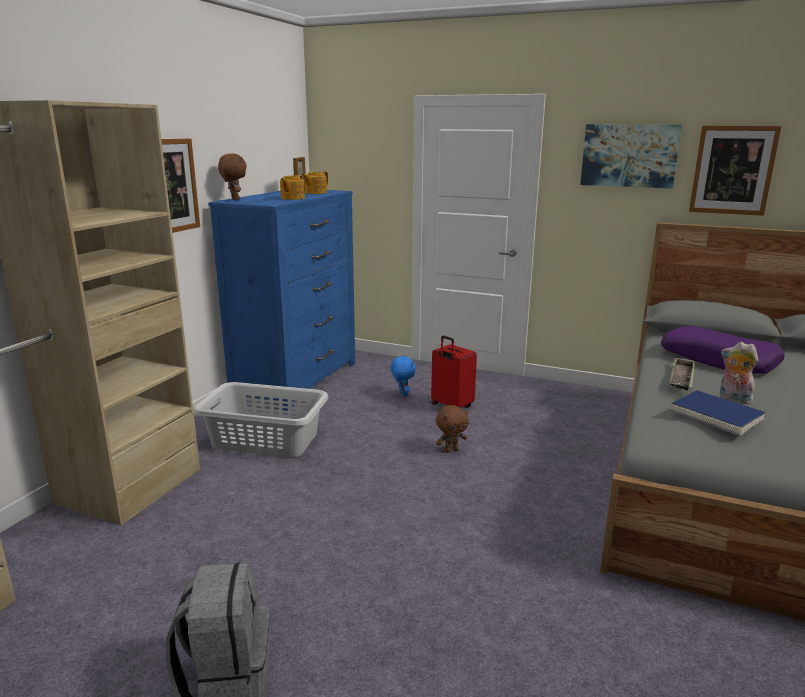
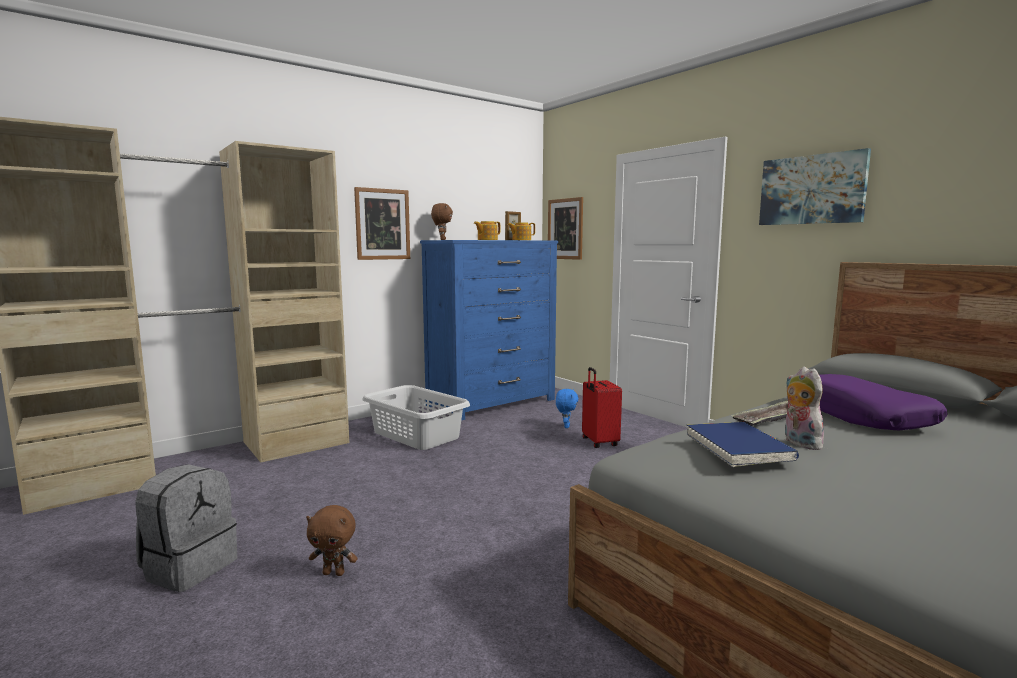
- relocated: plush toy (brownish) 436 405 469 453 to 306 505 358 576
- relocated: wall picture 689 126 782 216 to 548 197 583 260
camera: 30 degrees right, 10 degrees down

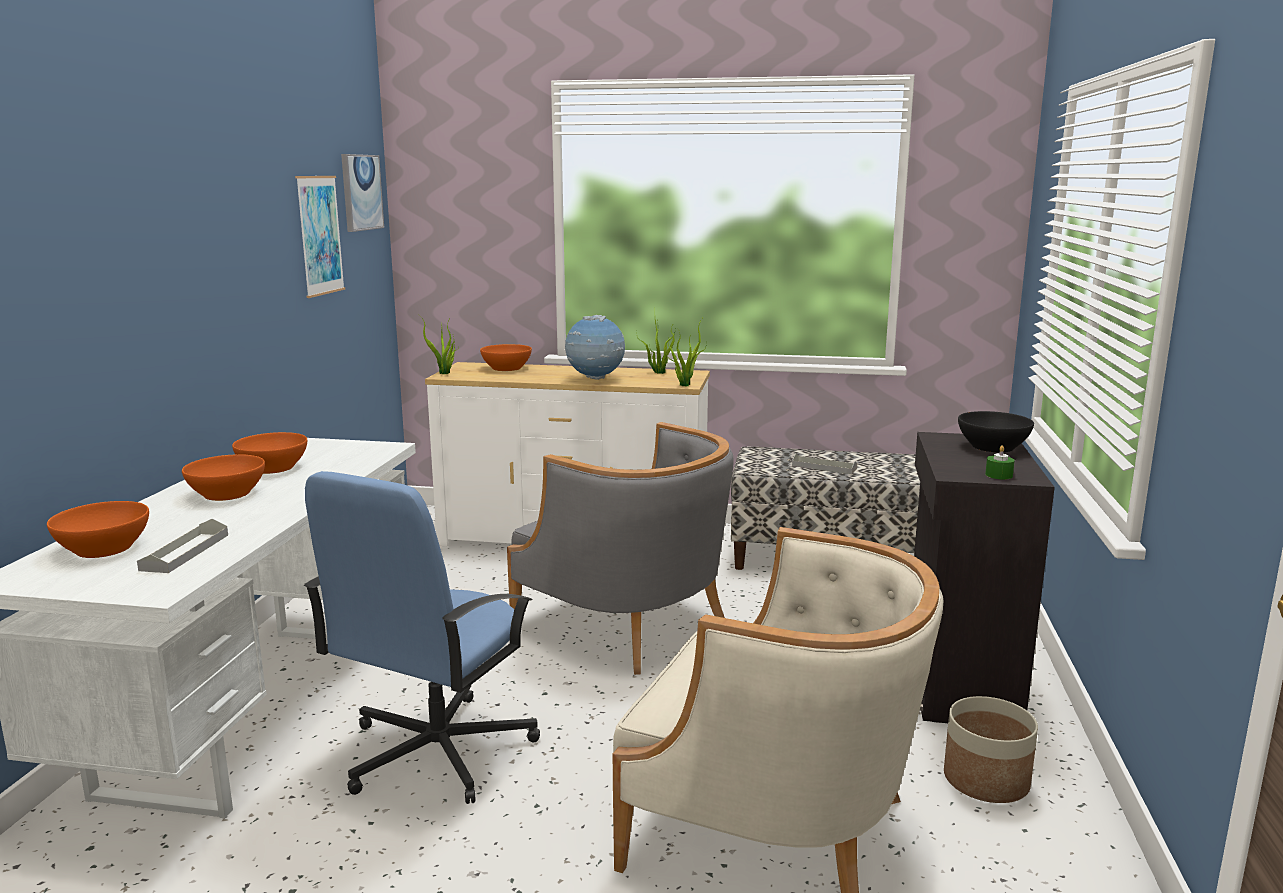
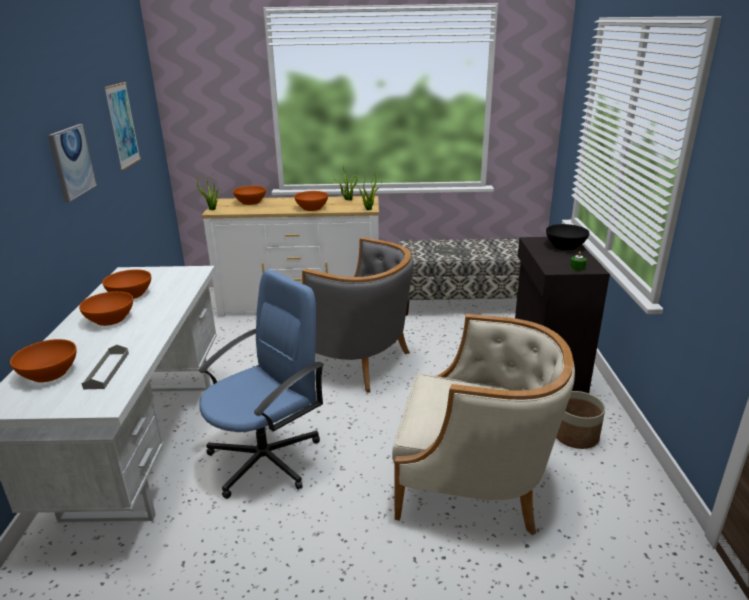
- relocated: wall picture 341 154 384 232 to 48 124 97 203
- spun: computer chair (bluish) 304 471 540 804 = 199 270 324 499 150 degrees counterclockwise
- exchanged: world globe 565 315 625 380 to deep dish (orange) 294 191 328 211
camera: 10 degrees left, 10 degrees up

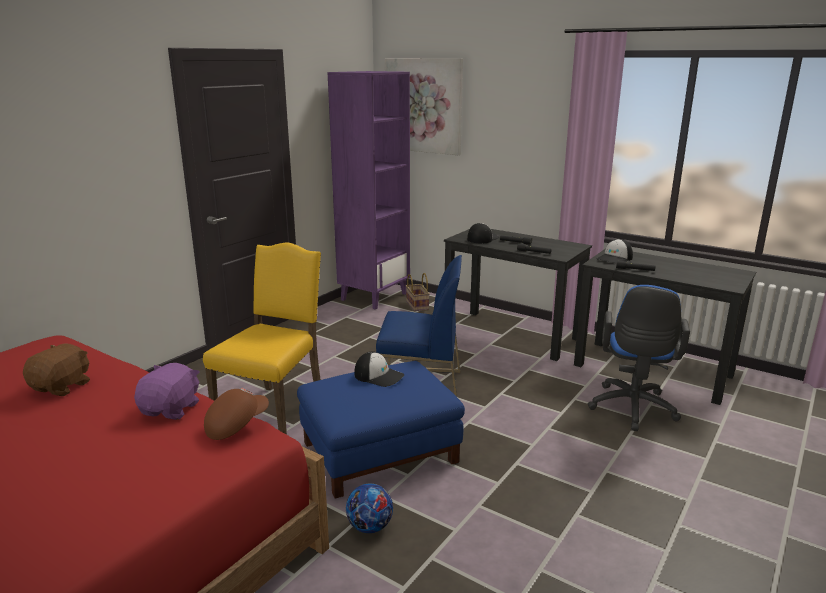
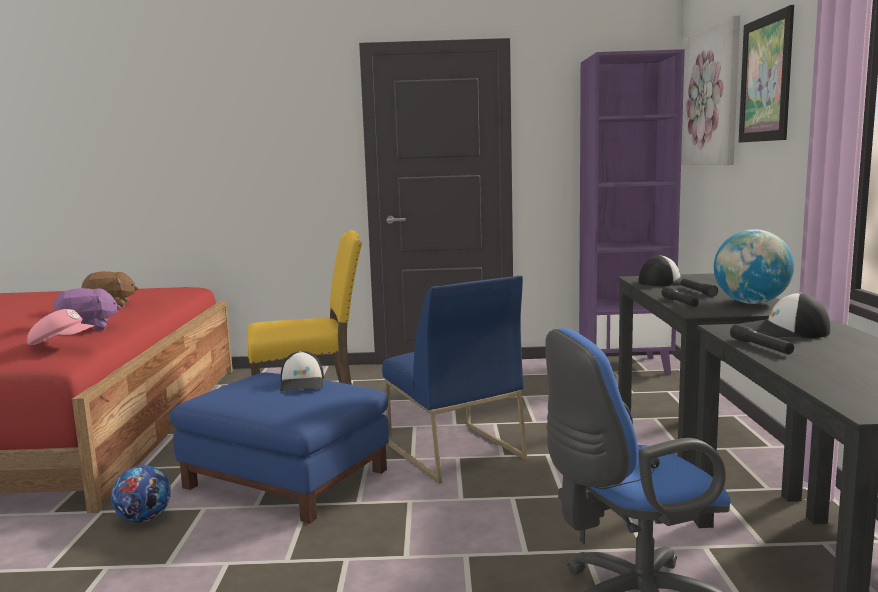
- colour: peaked cap (brownish) 204 388 269 440 to peaked cap (pink) 27 309 94 345
- appeared: world globe 714 229 794 304
- appeared: wall picture 739 5 794 143
- missing: household basket 406 273 430 311
camera: 55 degrees right, 10 degrees down

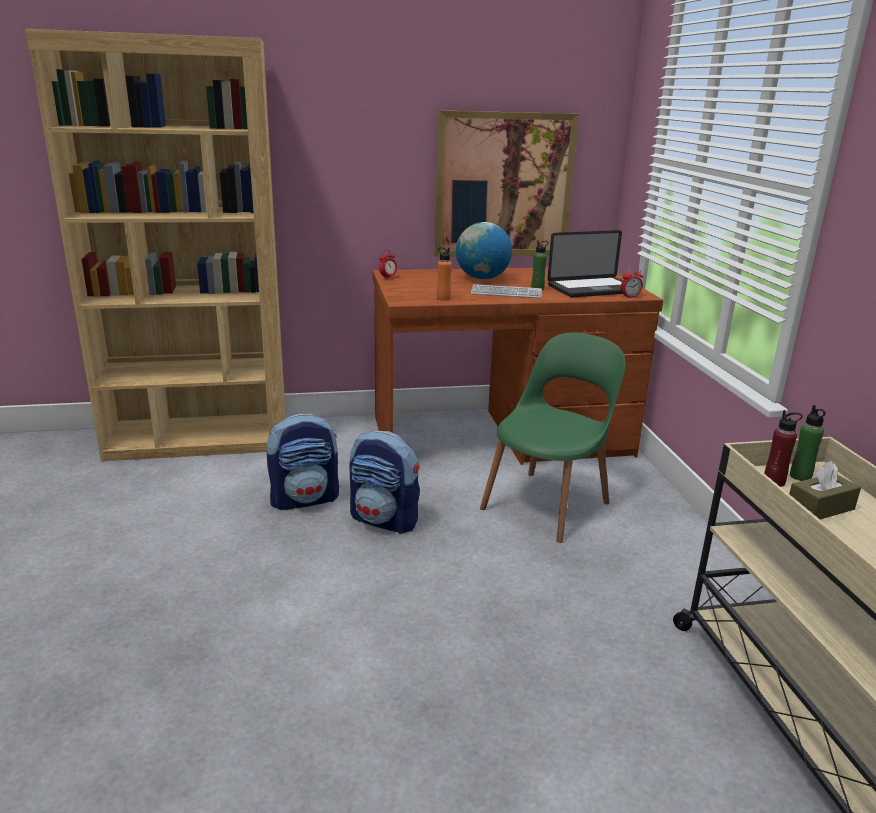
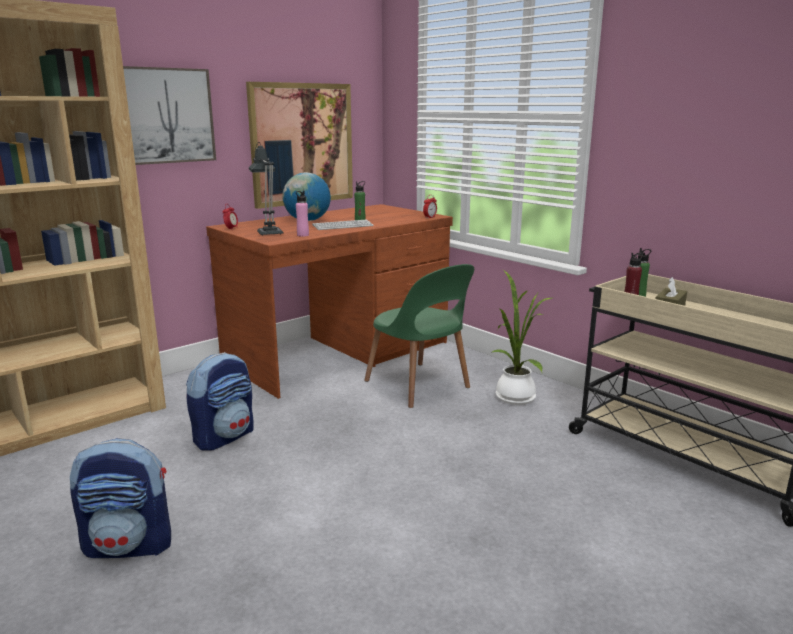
- relocated: knapsack 349 431 420 534 to 70 438 171 558
- appeared: wall picture 123 66 216 165
- appeared: lamp for a table 249 142 284 236
- colour: drink bottle (orange) 437 247 452 301 to drink bottle (pink) 296 191 309 237
- spun: upright chair (green) 480 332 625 543 = 364 264 474 408 135 degrees clockwise
- appeared: houseplant 491 270 552 405
- missing: portable computer 547 230 623 297
camera: 30 degrees left, 5 degrees down

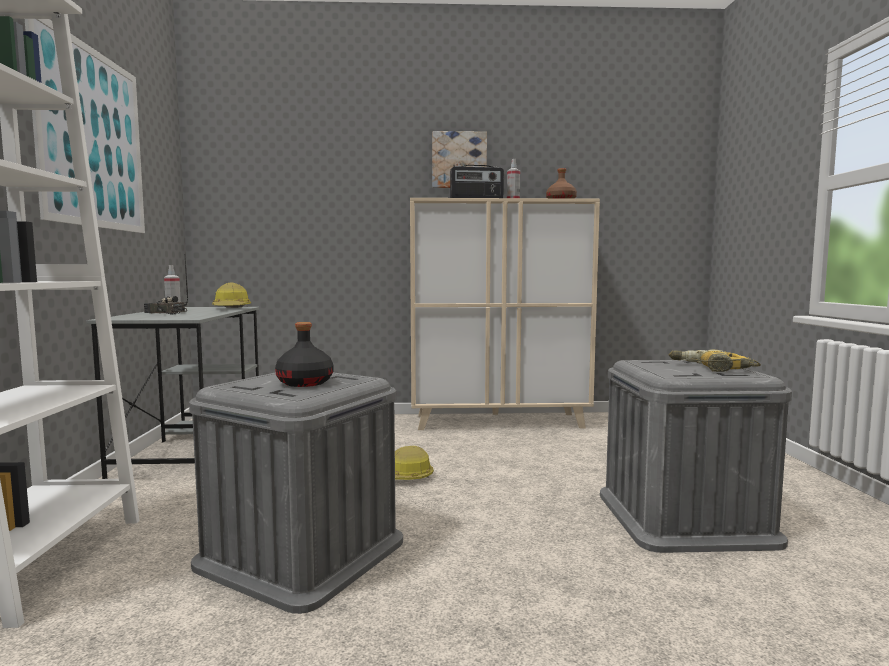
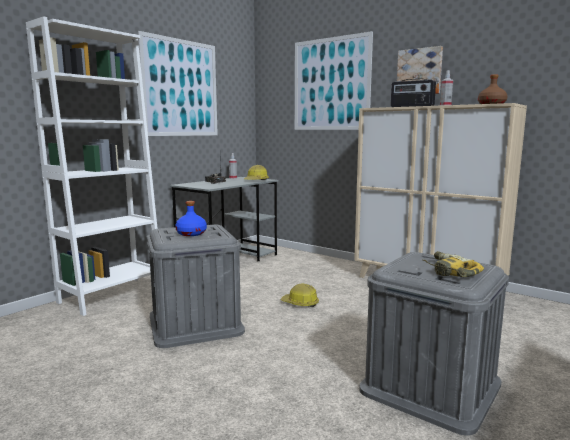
- colour: drink bottle (black) 275 322 334 387 to drink bottle (bluish) 175 201 207 236
- appeared: wall picture 295 31 373 130
camera: 40 degrees right, 5 degrees up

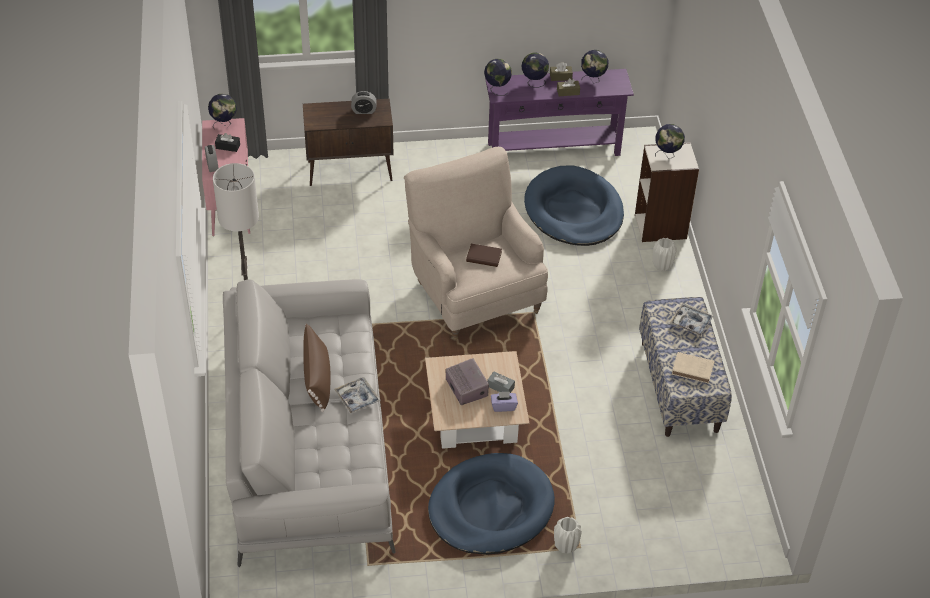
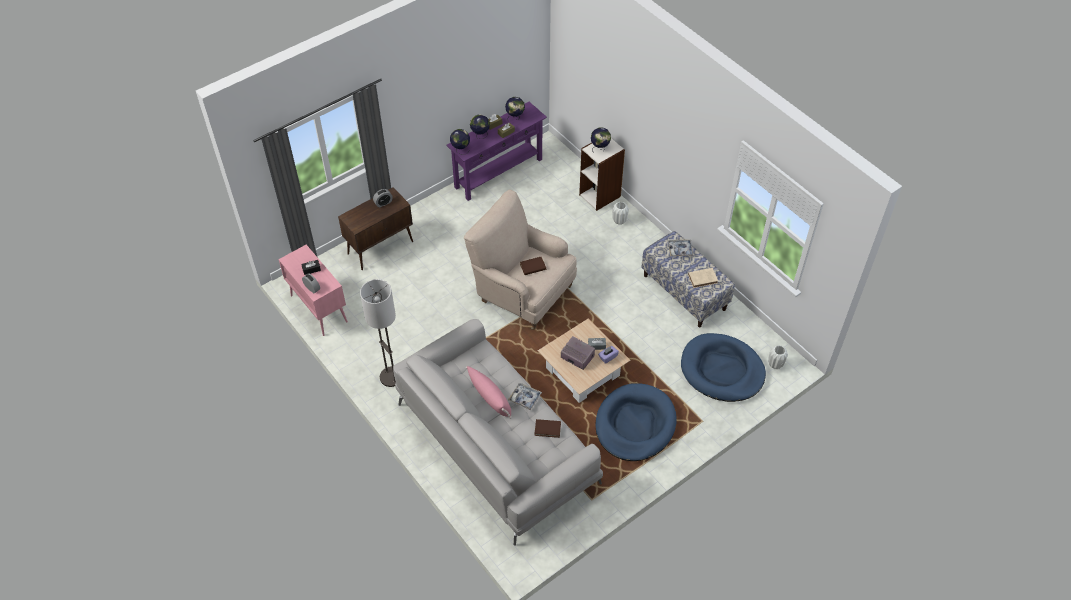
- colour: pillow (brownish) 303 324 331 412 to pillow (pink) 466 366 512 419
- appeared: book (brownish) 535 419 561 438
- relocated: dog bed (bluish) 524 165 624 246 to 681 333 766 402
- relocated: flower vase (whitish) 554 517 582 554 to 768 345 788 369
- missing: world globe 208 94 237 128
camera: 30 degrees left, 5 degrees up

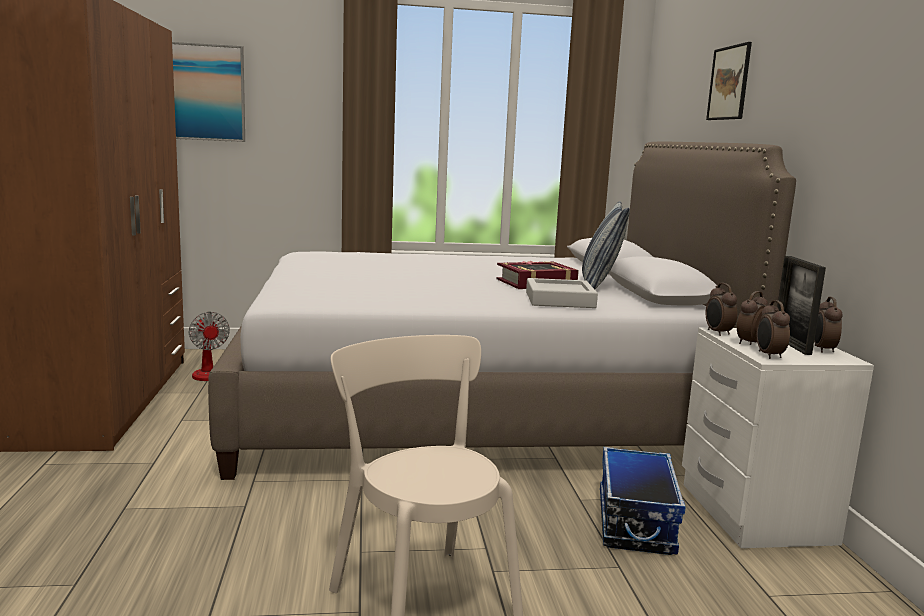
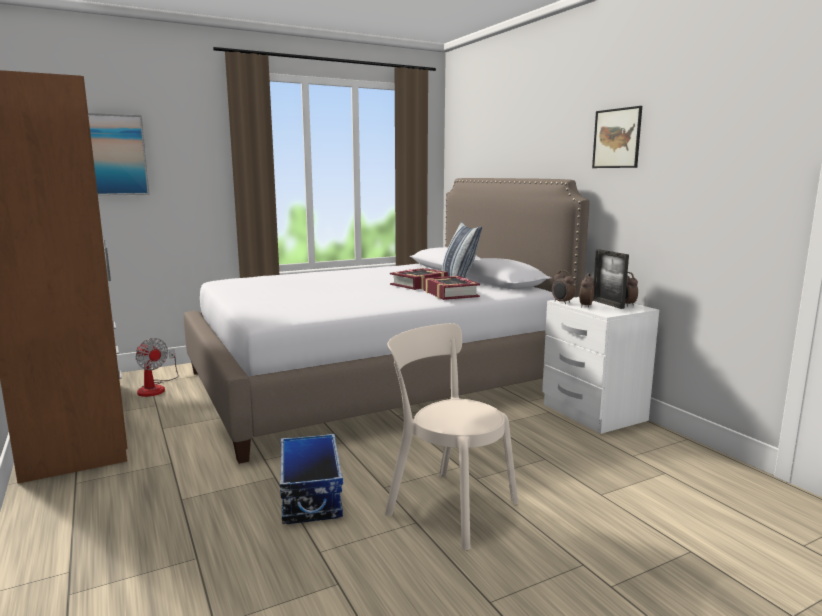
- relocated: storage bin 600 447 686 555 to 280 434 343 524
- exchanged: tray (grey) 526 278 598 308 to book 424 276 480 300
- relocated: wall picture 706 42 752 120 to 592 106 642 168
- missing: bedside clock 757 300 790 359
camera: 20 degrees left, 0 degrees up

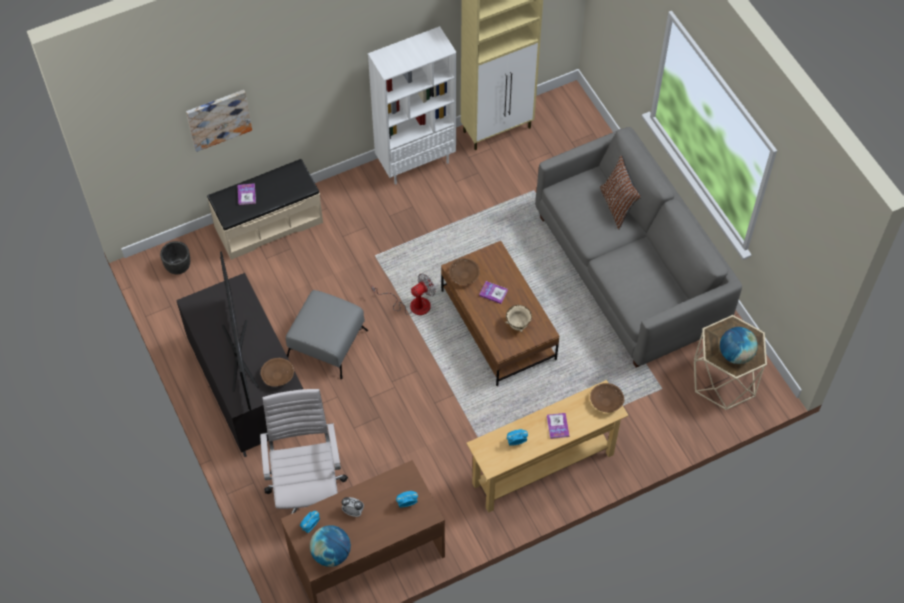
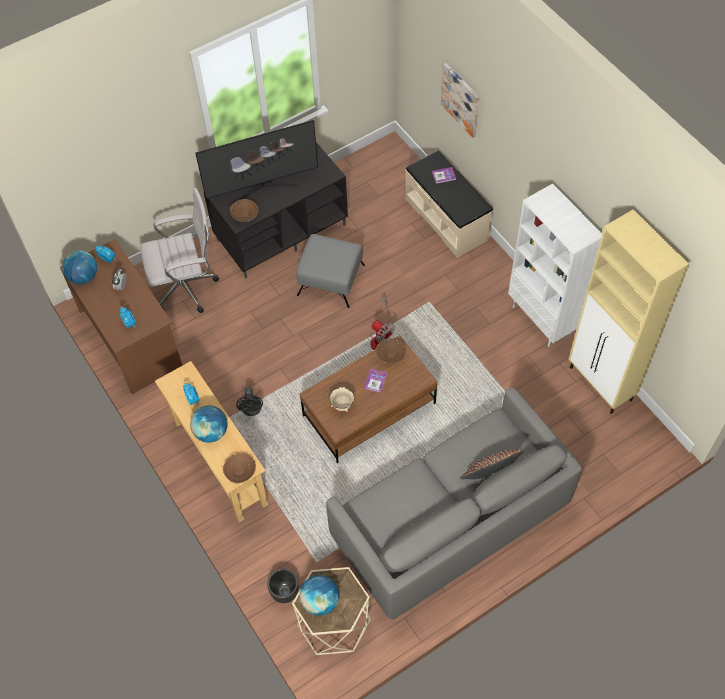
- exchanged: book 547 413 569 439 to world globe 190 405 228 443
- appeared: cooling fan (black) 236 387 263 416
- relocated: flower pot (black) 160 241 190 274 to 267 568 299 603
camera: 85 degrees right, 0 degrees up

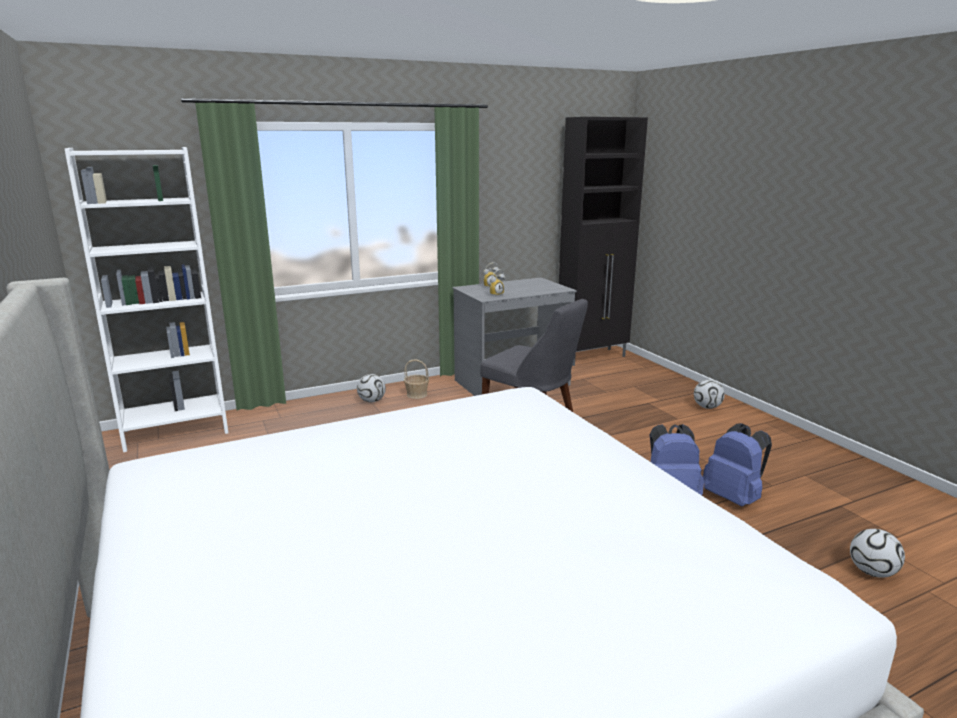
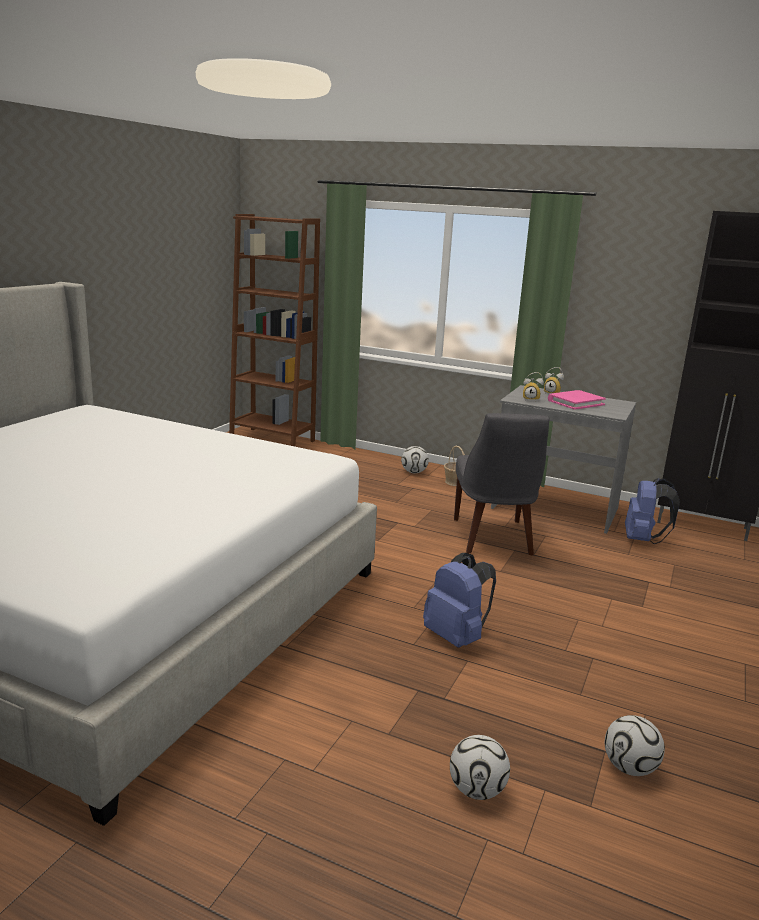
- colour: shelving unit (whitish) 65 147 228 452 to shelving unit (brownish) 229 214 320 447
- appeared: book (pink) 548 390 606 410
- relocated: football 694 380 725 409 to 605 715 665 776
- relocated: knapsack (bluish) 703 423 772 506 to 625 478 680 544
camera: 50 degrees right, 0 degrees up

